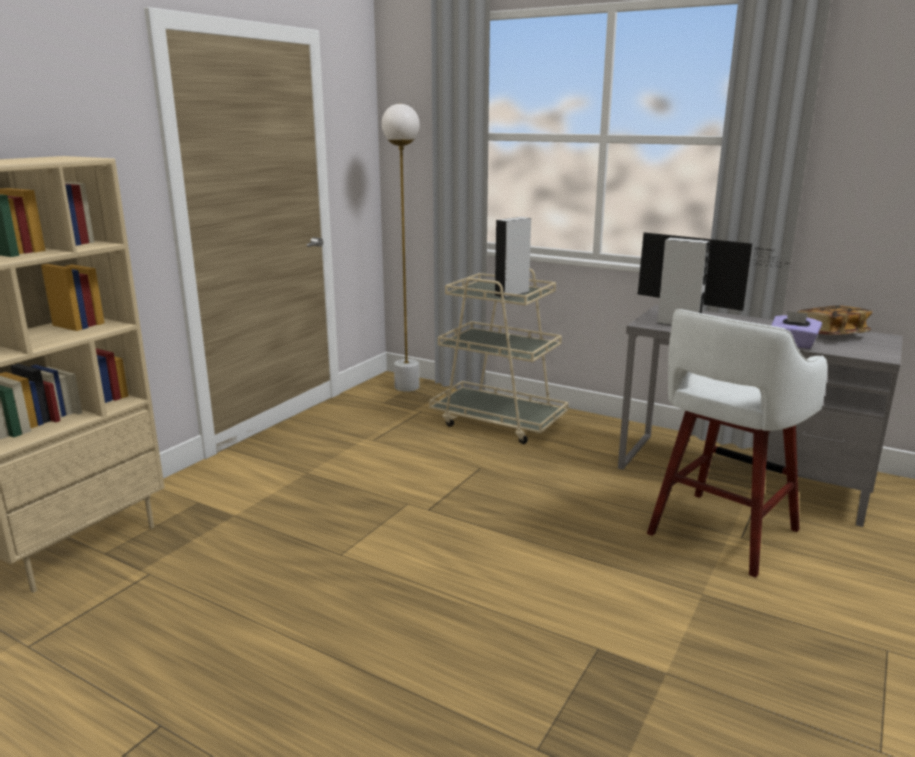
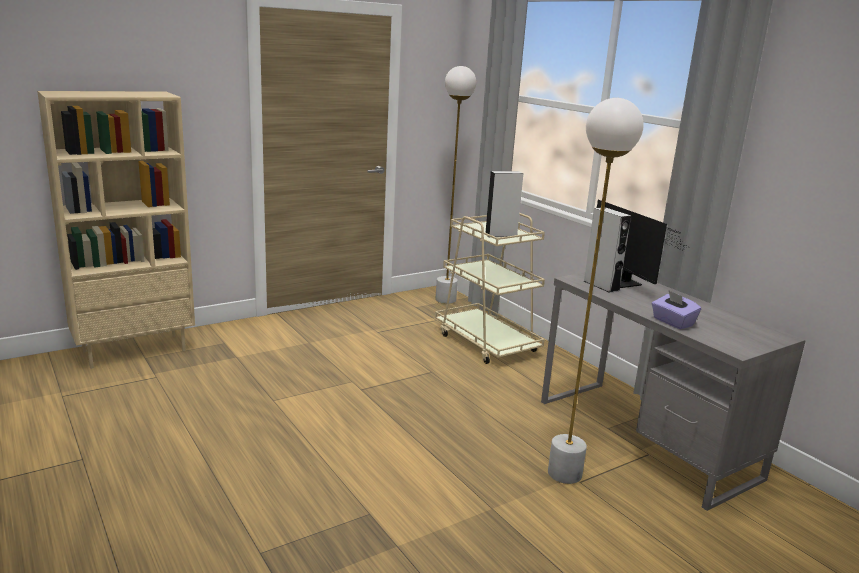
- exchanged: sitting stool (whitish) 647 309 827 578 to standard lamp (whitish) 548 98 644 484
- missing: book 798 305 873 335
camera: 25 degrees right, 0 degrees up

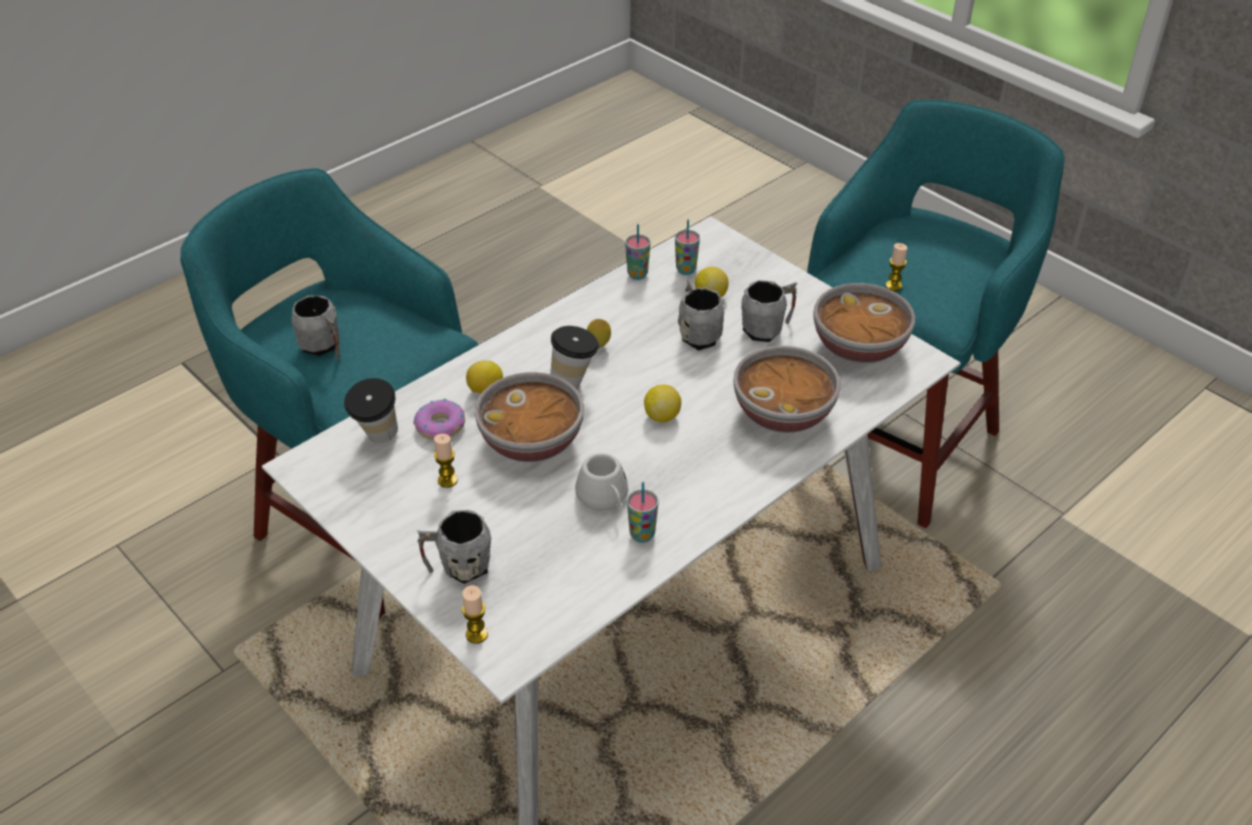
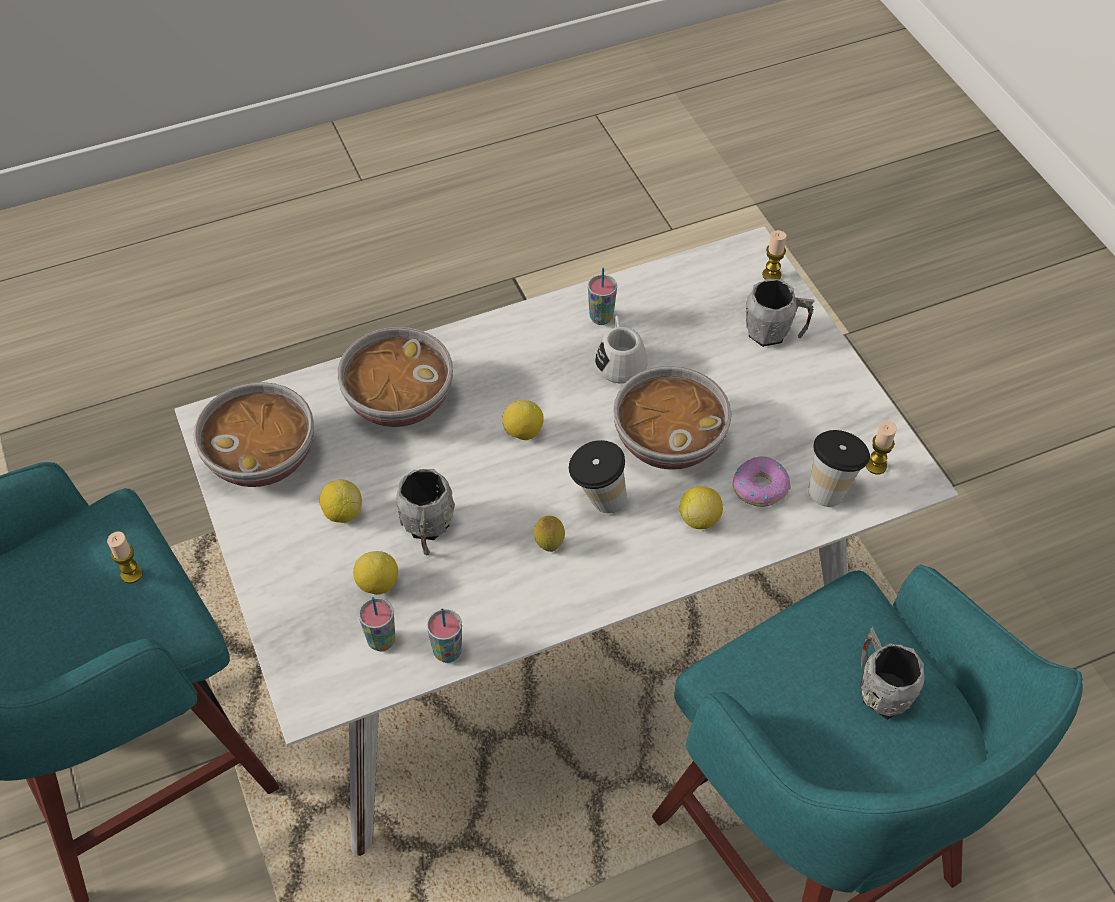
- exchanged: coffee mug (grey) 741 280 798 342 to citrus fruit 319 479 362 523
- relocated: wax light 434 434 458 488 to 866 421 897 474
camera: 160 degrees left, 10 degrees up

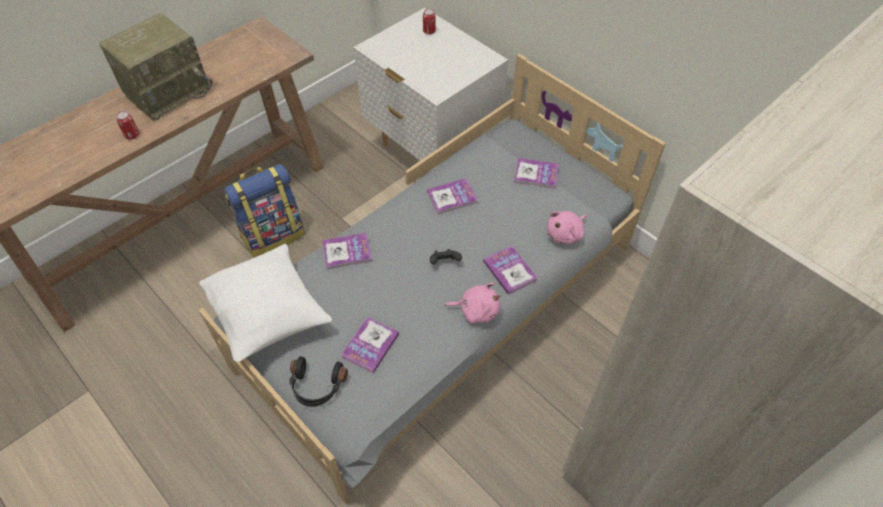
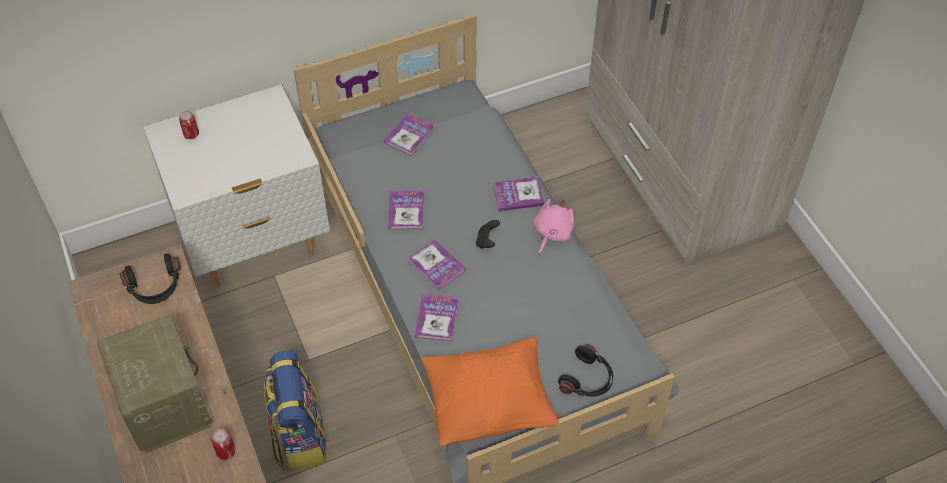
- appeared: headphones (black) 120 253 181 304
- relocated: book 341 317 399 373 to 408 239 466 290
- colour: pillow (whitish) 199 244 332 362 to pillow (orange) 421 337 559 446
- missing: plush toy (pink) 547 211 587 244
camera: 70 degrees left, 0 degrees up

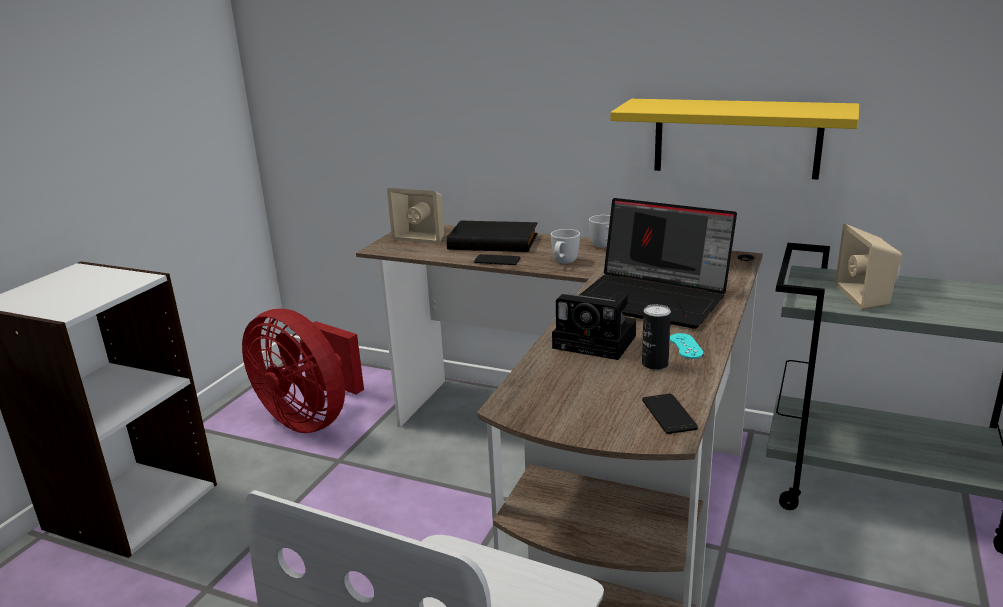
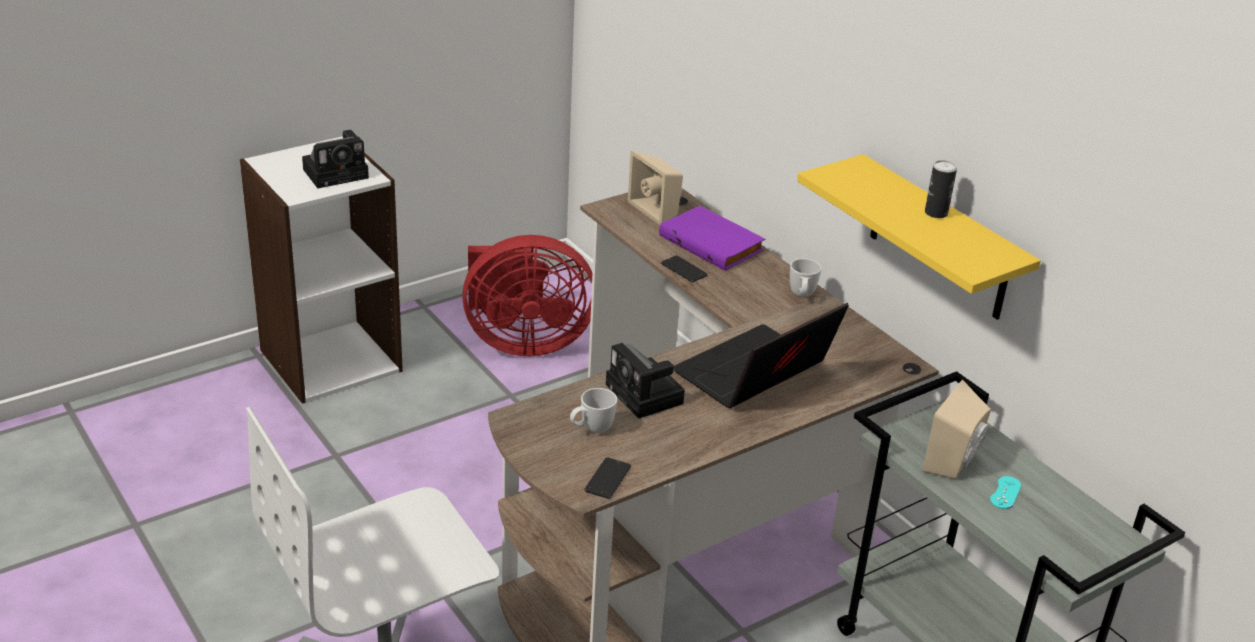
- appeared: photo camera 302 130 369 189
- spun: cooling fan (red-coloured) 242 309 364 433 = 462 235 593 356 75 degrees counterclockwise
- relocated: coffee mug (whitish) 551 229 580 264 to 570 388 617 433
- colour: book (black) 446 220 538 252 to book (purplish) 659 206 765 271
- spun: portable computer 579 198 737 329 = 674 303 849 408 75 degrees clockwise
- relocated: sealed can 642 304 671 370 to 925 160 957 218
- relocated: gamepad (turquoise-coloured) 670 333 704 359 to 990 476 1021 509
camera: 30 degrees right, 10 degrees up

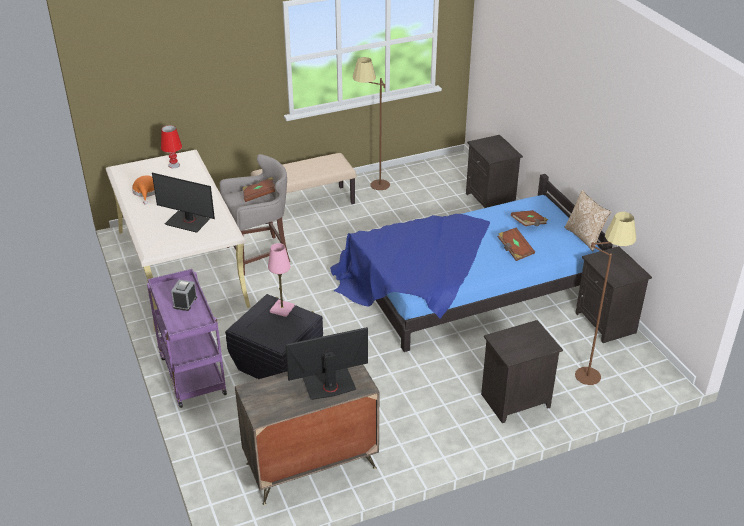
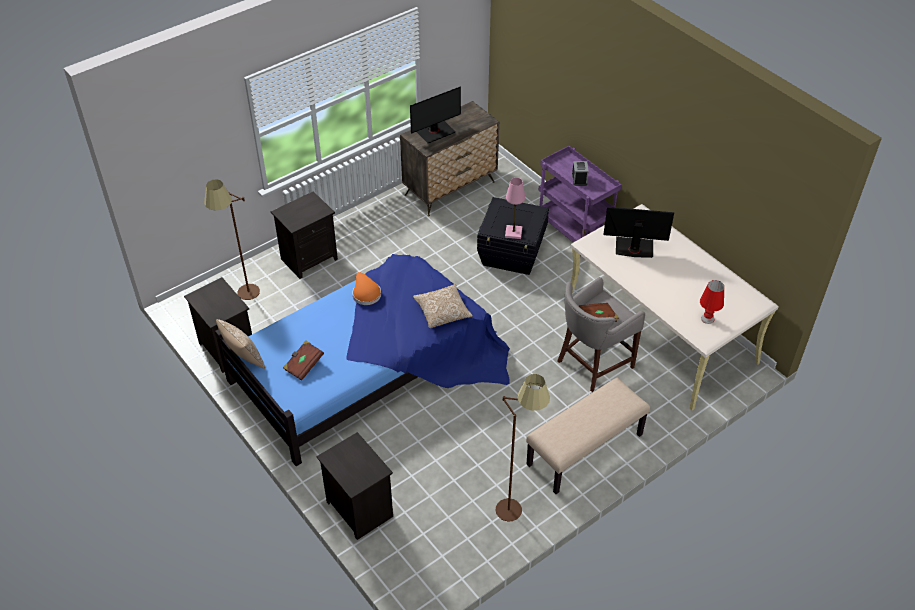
- relocated: clothing hat (orange) 132 175 155 205 to 352 272 381 305
- appeared: pillow 413 284 473 329
- missing: book (brownish) 498 228 535 261
camera: 165 degrees right, 10 degrees up

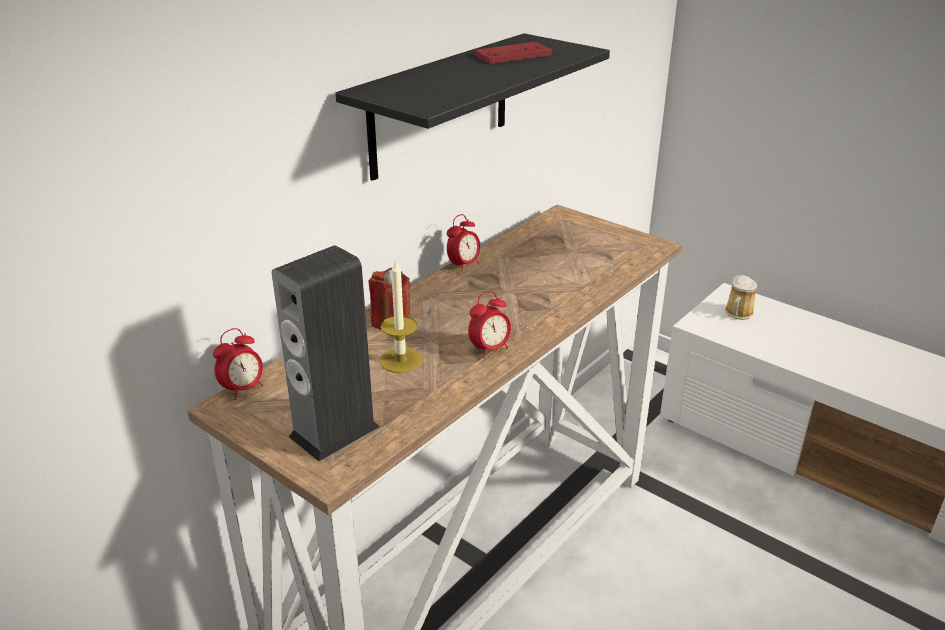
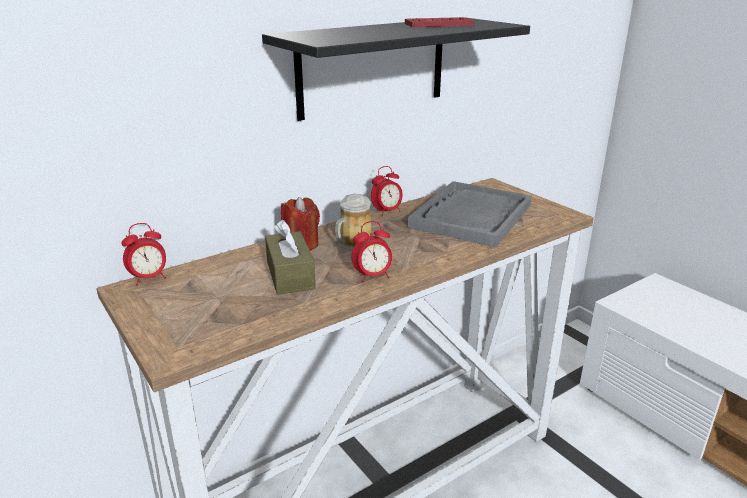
- exchanged: wax light 380 259 422 373 to tissue box (brownish) 265 220 316 295
- relocated: coffee mug 725 275 757 320 to 335 194 372 250
- appeared: tray (grey) 408 181 532 247
- missing: audio speaker 272 245 380 461
camera: 15 degrees right, 5 degrees down

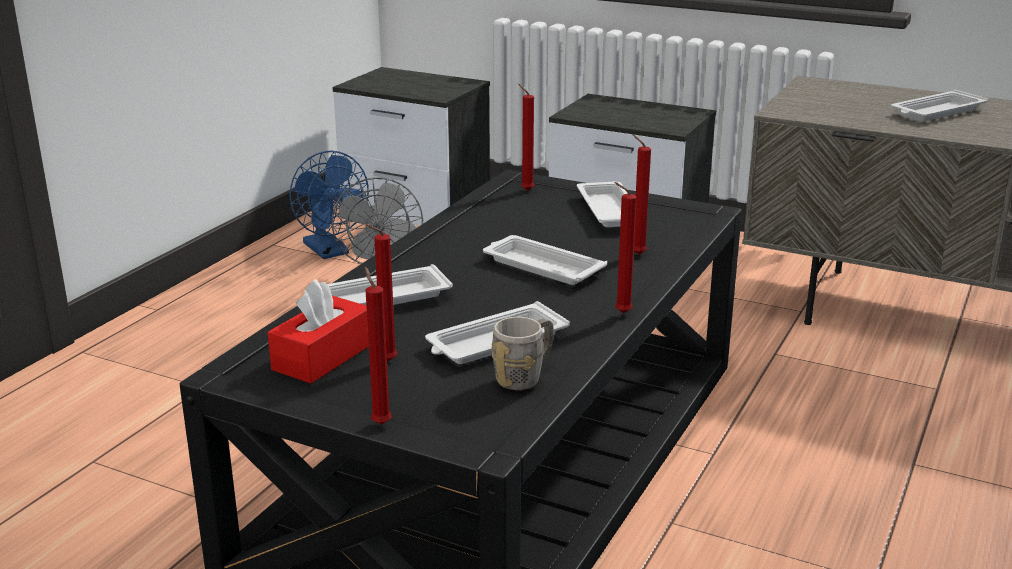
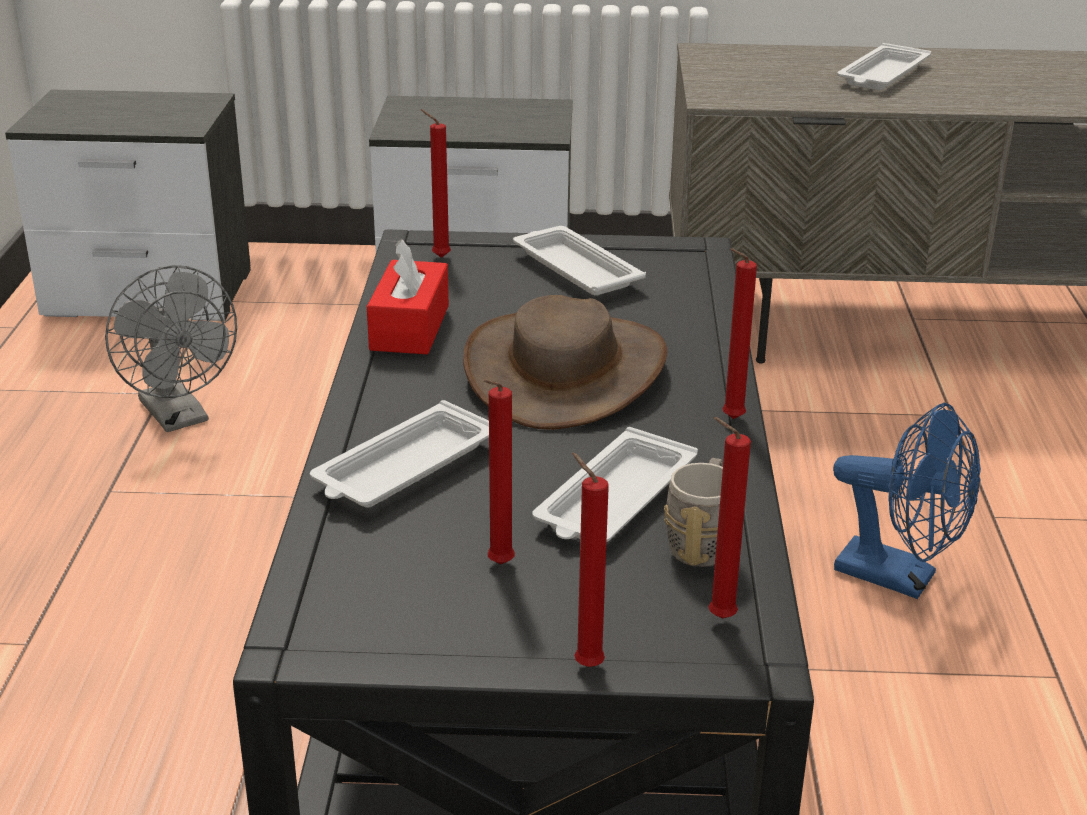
- relocated: tissue box (red-coloured) 268 279 369 383 to 367 239 449 354
- exchanged: tray (whitish) 483 235 607 285 to clothing hat (brownish) 463 295 667 430
- relocated: wax light (red-coloured) 632 134 651 254 to 709 417 751 618
- relocated: cooling fan (bluish) 289 151 369 259 to 833 403 981 599
camera: 25 degrees left, 5 degrees up

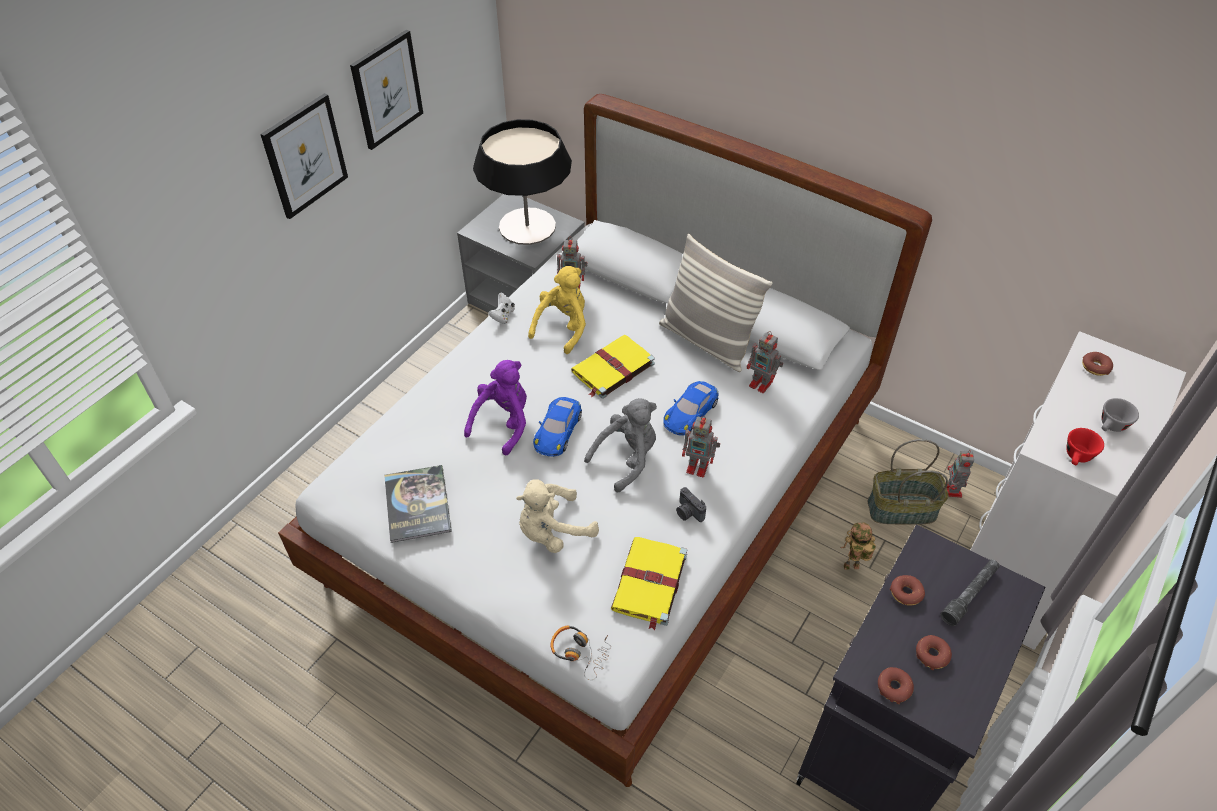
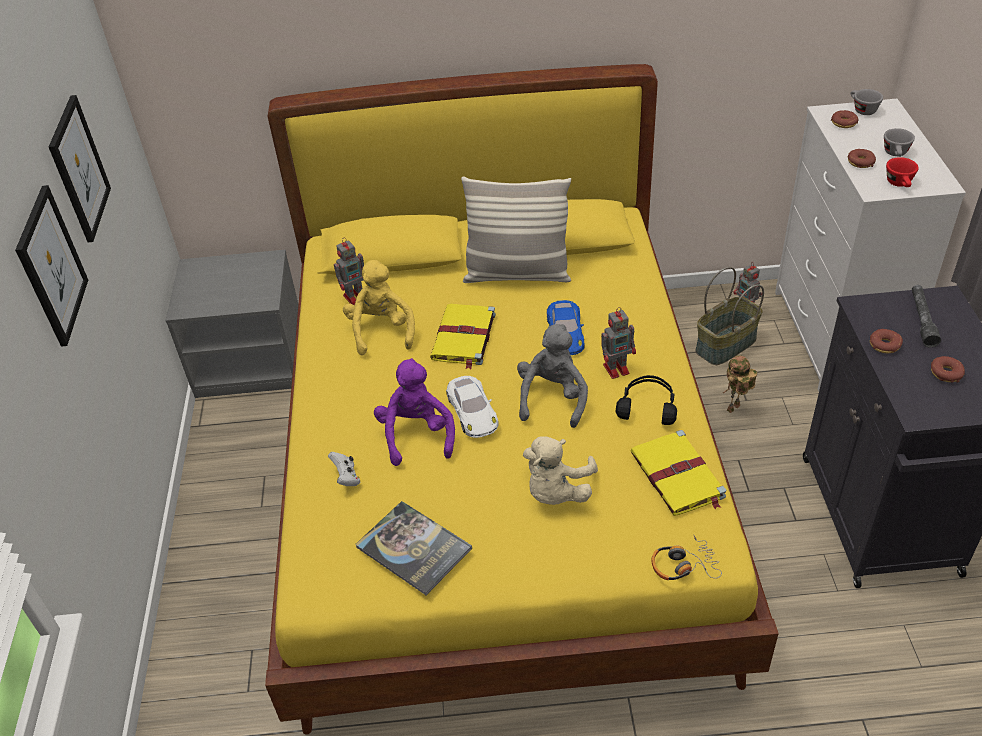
- colour: bedroom bed (whitish) 278 94 932 787 to bedroom bed (yellow) 265 64 779 735
- relocated: gamepad (whitish) 488 292 515 324 to 328 452 360 486
- colour: model car (bluish) 533 397 582 457 to model car (whitish) 446 376 499 438
- exchanged: photo camera 676 487 706 522 to headphones (black) 616 375 677 425
- relocated: donut 878 667 914 704 to 848 149 876 168
- appeared: cup (grey) 851 89 883 115
- missing: lamp for a table 473 119 572 245
- missing: model robot 747 331 783 393
camera: 35 degrees left, 5 degrees down

